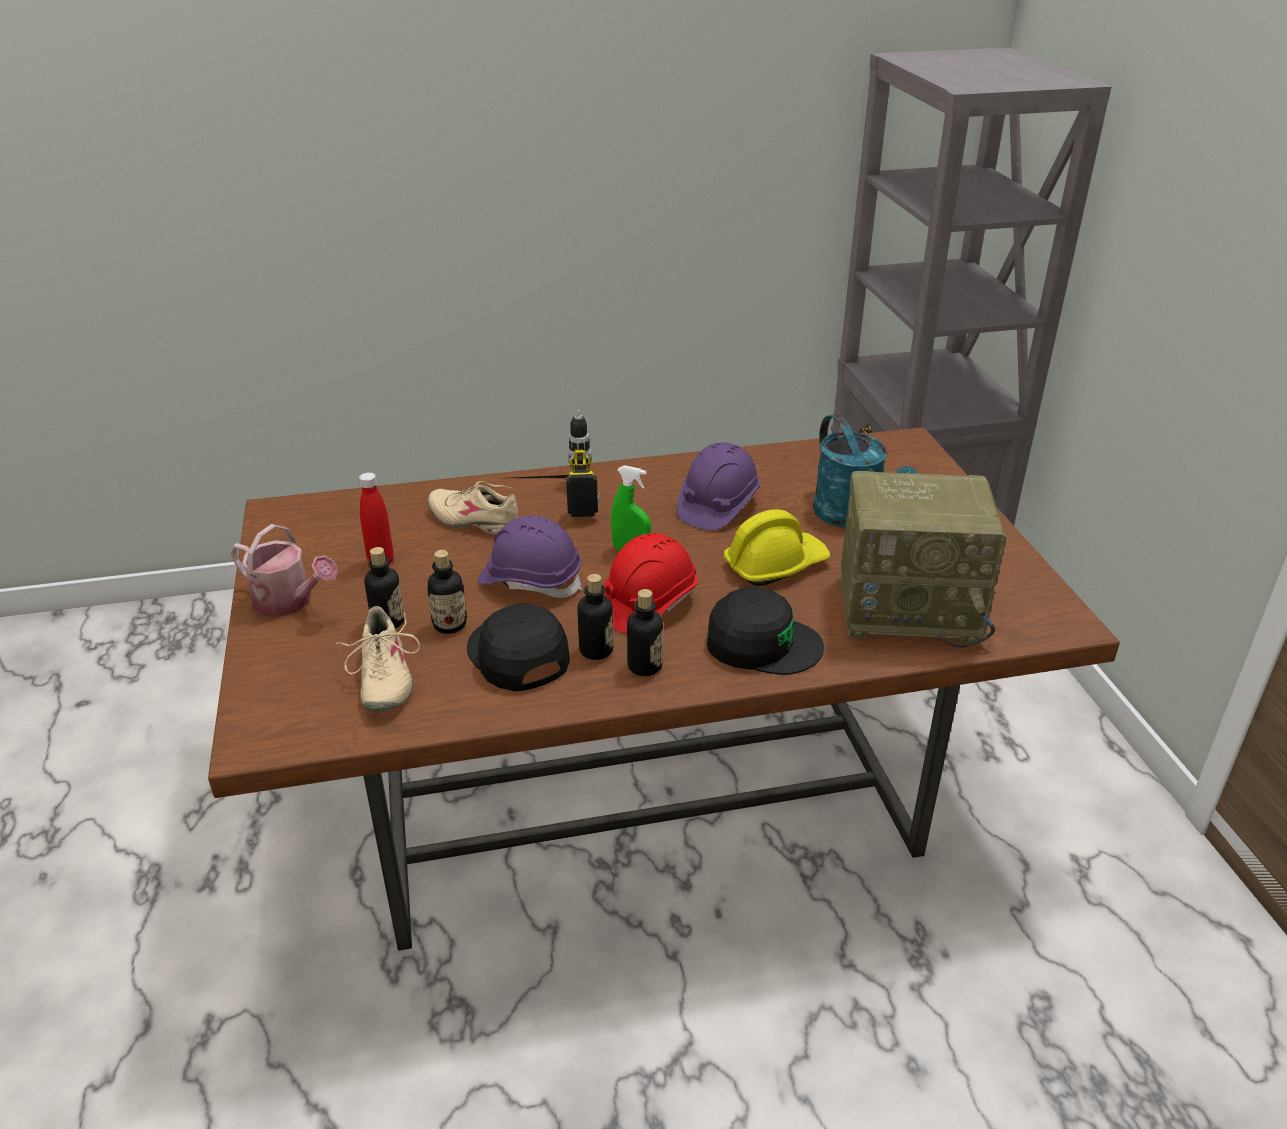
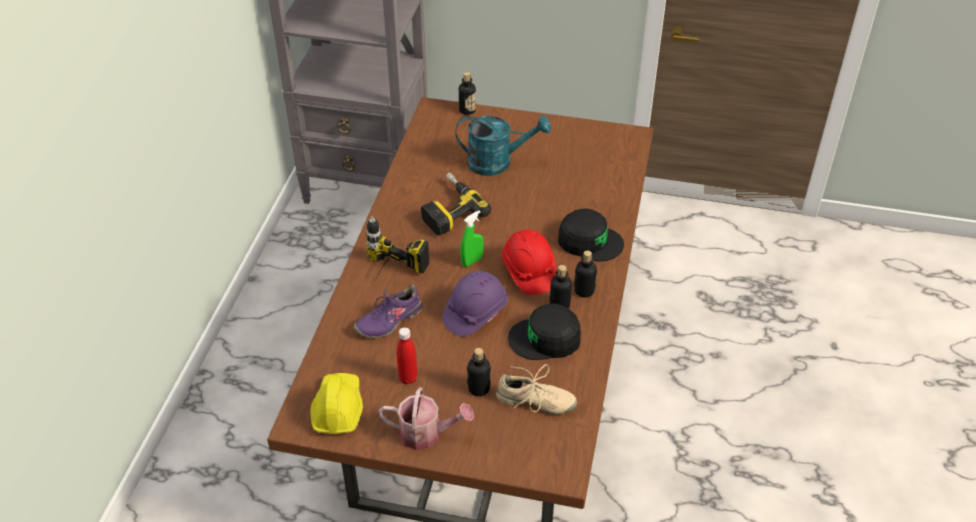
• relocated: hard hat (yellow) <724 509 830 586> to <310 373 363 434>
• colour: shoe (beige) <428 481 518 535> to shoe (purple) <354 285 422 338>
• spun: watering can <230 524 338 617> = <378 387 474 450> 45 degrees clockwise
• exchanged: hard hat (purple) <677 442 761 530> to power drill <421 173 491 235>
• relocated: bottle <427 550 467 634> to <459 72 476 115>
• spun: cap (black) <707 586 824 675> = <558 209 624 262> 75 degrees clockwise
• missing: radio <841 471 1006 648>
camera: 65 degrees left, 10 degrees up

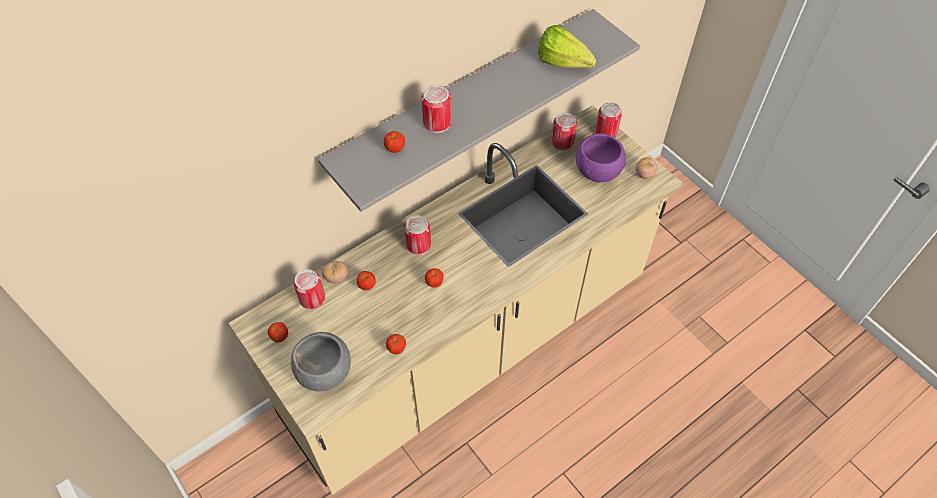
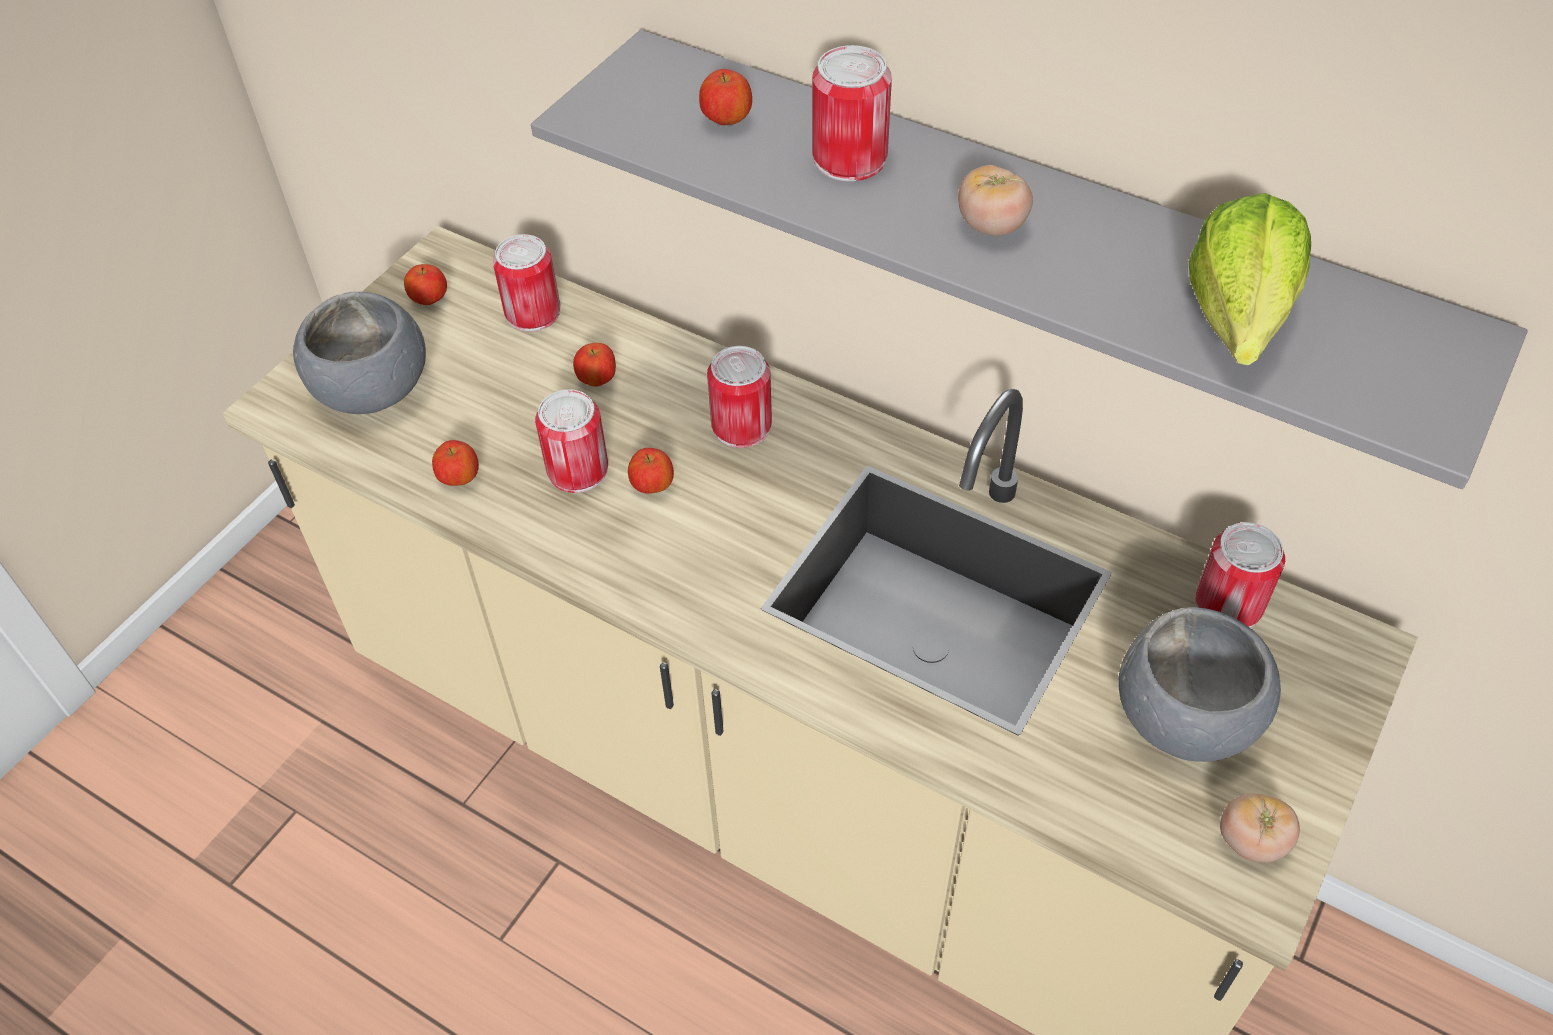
• relocated: can <595 102 622 138> to <535 389 608 493>
• relocated: tomato <322 261 348 284> to <958 165 1033 236>
• colour: bowl (purple) <576 133 626 182> to bowl (grey) <1118 607 1281 762>
camera: 70 degrees right, 5 degrees down

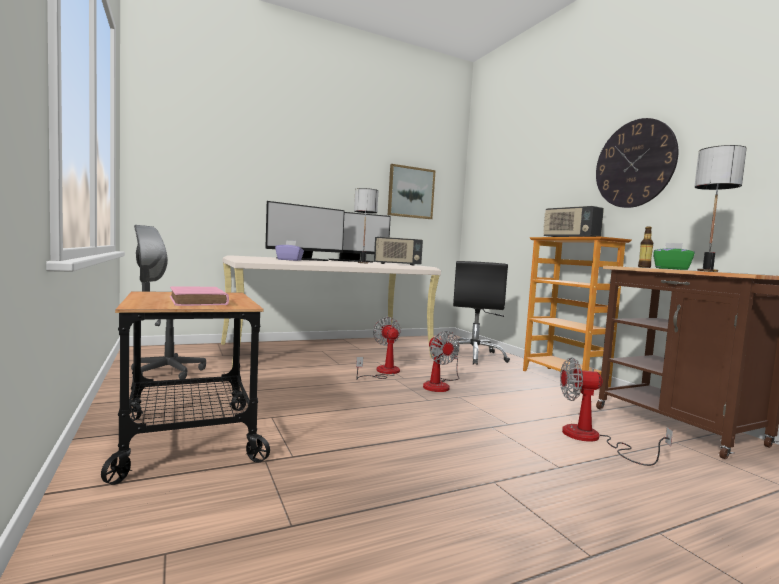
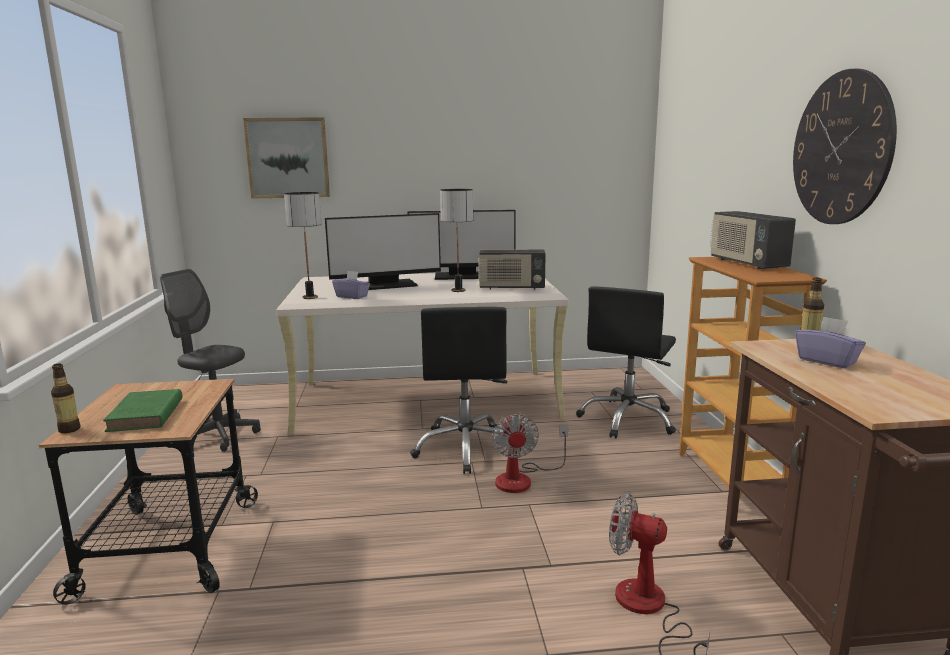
• appeared: bottle <51 364 80 433>
• colour: book (pink) <170 286 229 306> to book (green) <103 389 183 432>
• relocated: picture <388 164 436 219> to <243 117 330 199>
• relocated: table lamp <694 145 747 272> to <284 192 321 299>
• exchanged: fan <356 317 401 380> to office chair (black) <410 307 521 474>
• colour: tissue box (green) <653 243 695 270> to tissue box (purple) <795 316 866 368>
camera: 20 degrees right, 10 degrees up

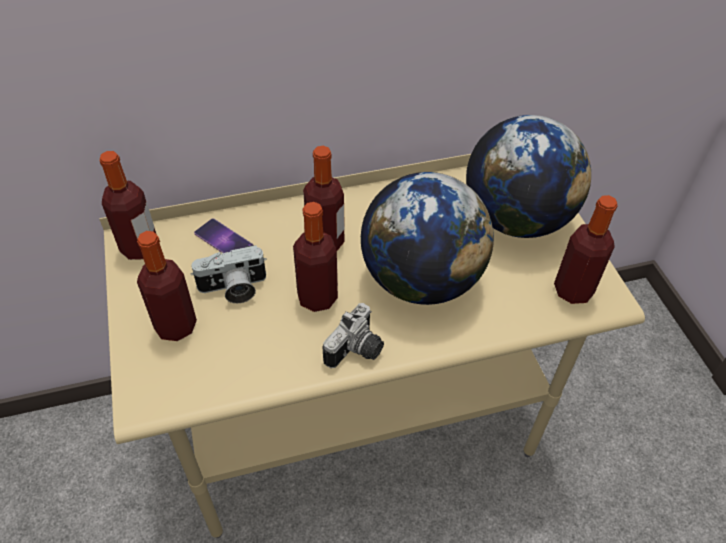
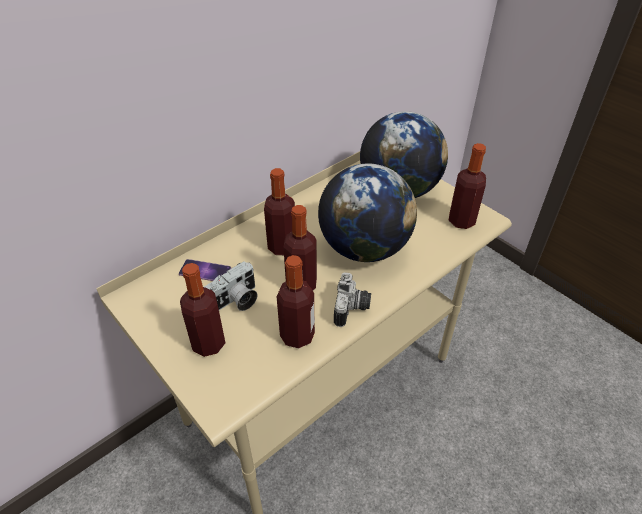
• relocated: bottle <99 151 156 260> to <276 255 315 349>
camera: 25 degrees left, 5 degrees down

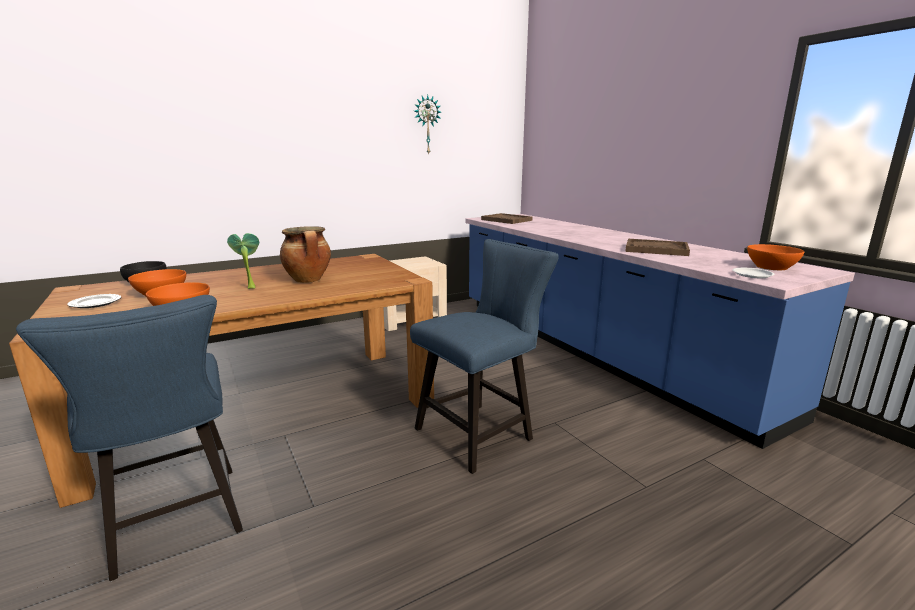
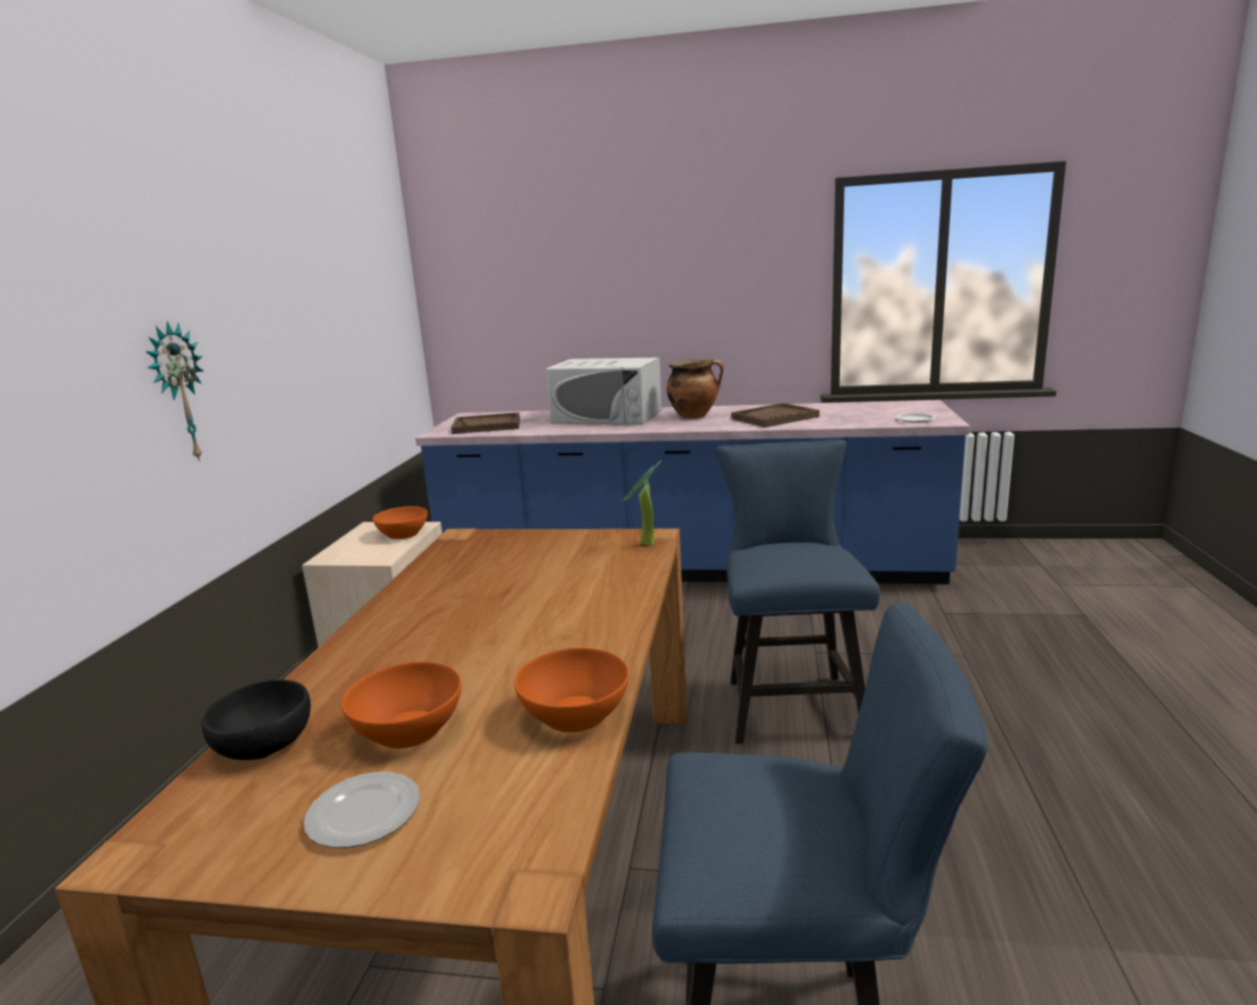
• relocated: wall clock <414 95 441 155> to <145 321 204 462>
• relocated: bowl (orange) <747 244 804 270> to <373 506 428 539>
• appeared: microwave (white) <546 358 662 425>
• relocated: potted plant <227 233 259 289> to <623 460 662 546>
• relocated: cooking pot <280 226 331 283> to <667 359 724 419>
camera: 50 degrees left, 0 degrees up

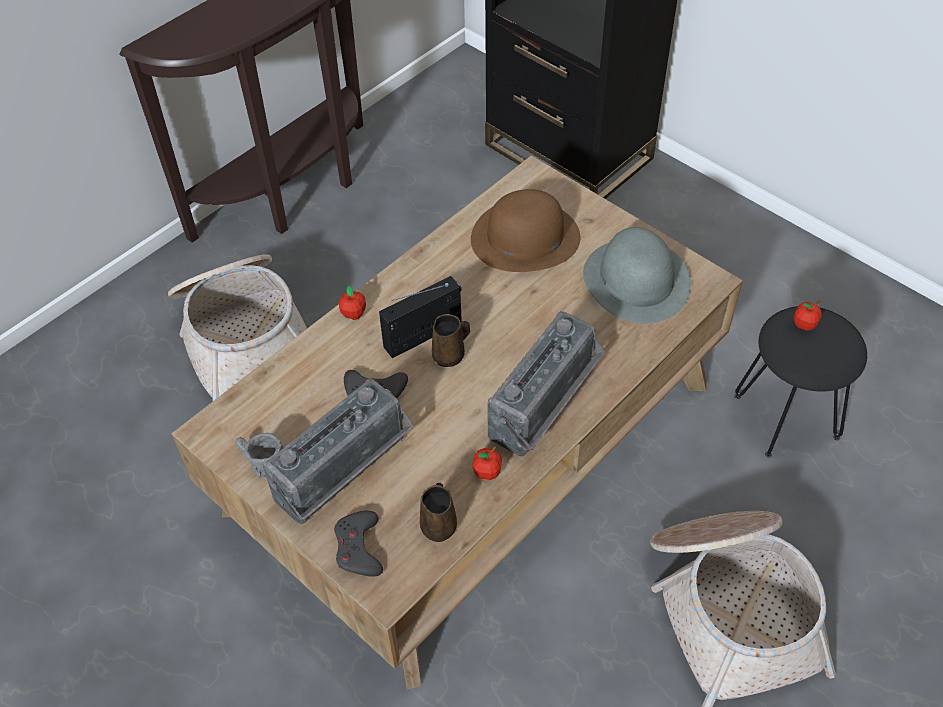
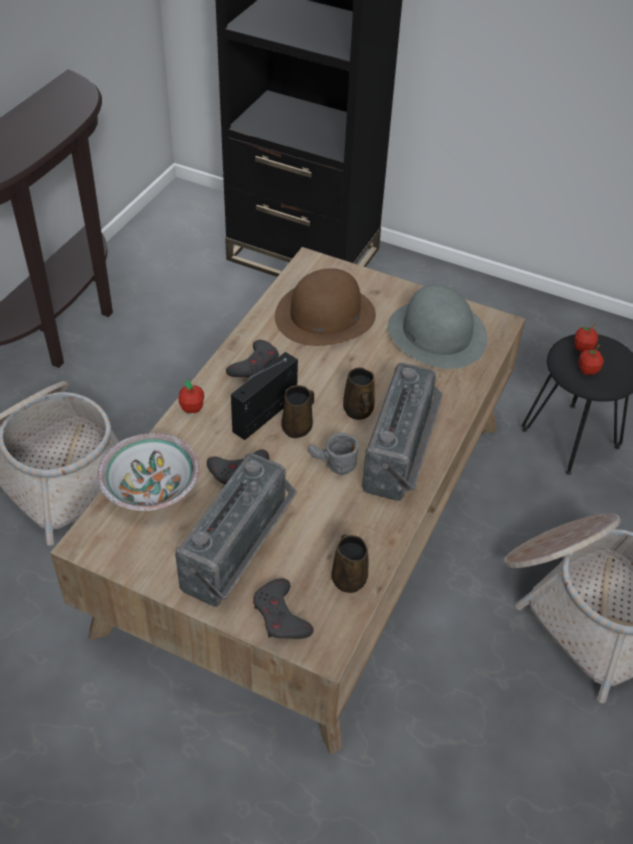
• appeared: bowl <98 433 199 511>
• appeared: game controller (grey) <226 340 279 378>
• relocated: mug (grey) <235 433 284 478> to <308 433 359 475>
• appeared: mug (brown) <343 367 375 420>
• relocated: apple <473 447 502 480> to <579 344 604 375>
camera: 20 degrees left, 5 degrees down

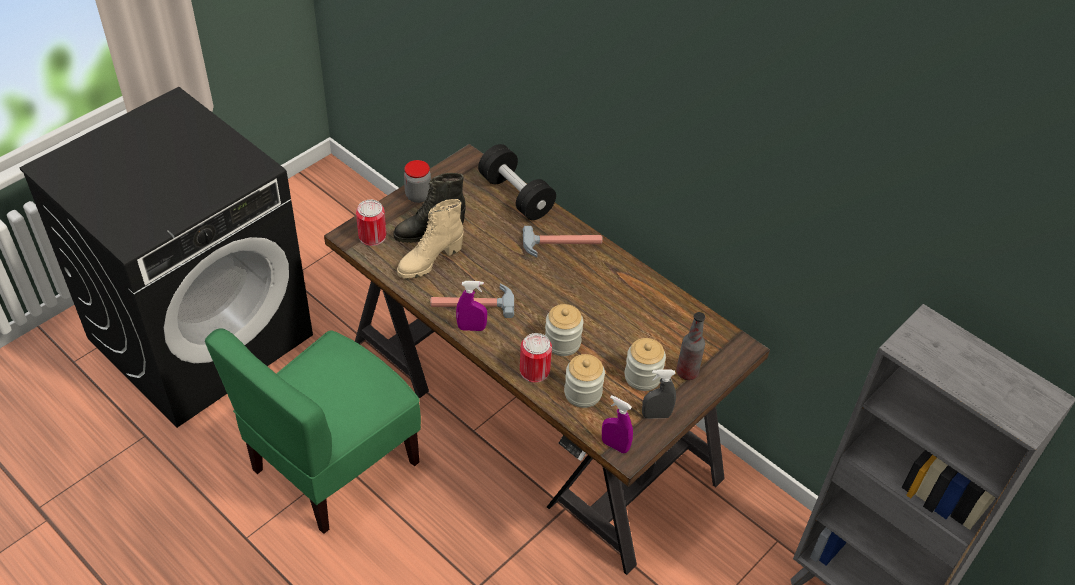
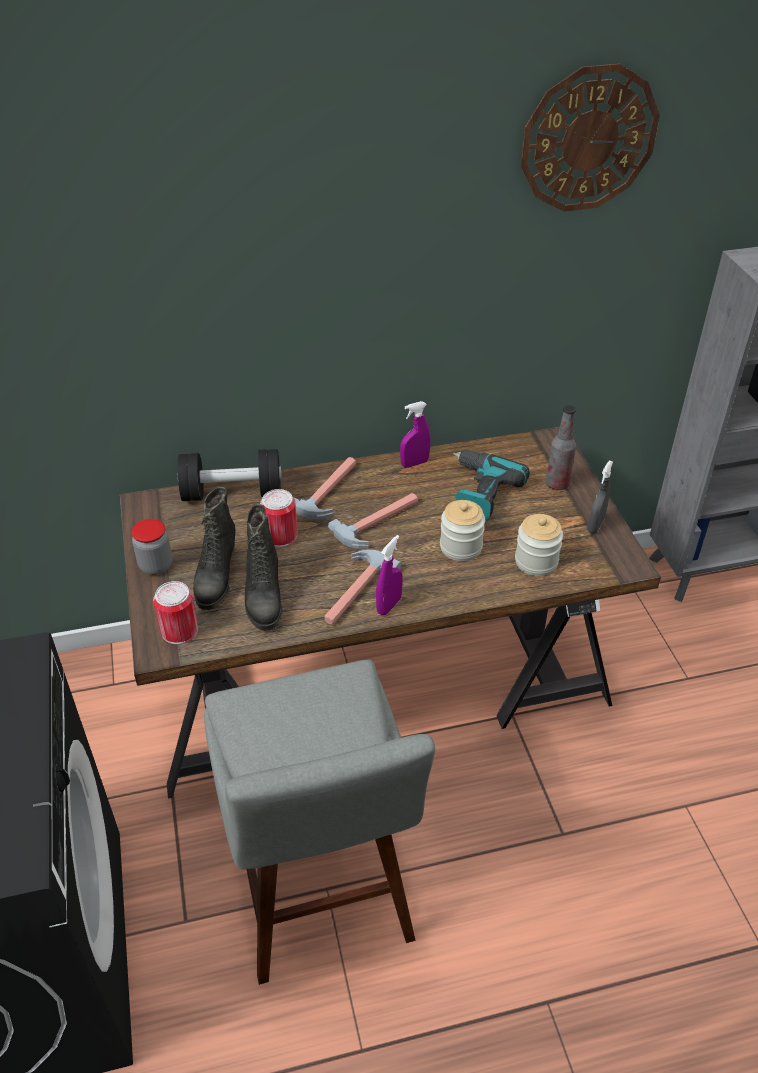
• exchanged: chair (green) <205 329 421 534> to stool (grey) <204 660 435 985>
• colour: boot (beige) <397 199 464 279> to boot (black) <245 504 282 630>
• relocated: can <520 333 552 383> to <260 489 298 547>
• appeared: hammer <328 493 418 549>
• relocated: spray bottle (purple) <602 395 633 453> to <400 401 431 468>
• appeared: power drill <453 449 530 521>
• appeared: wall clock <521 64 660 212>
• missing: jar <625 338 666 391>
camera: 55 degrees left, 5 degrees down

